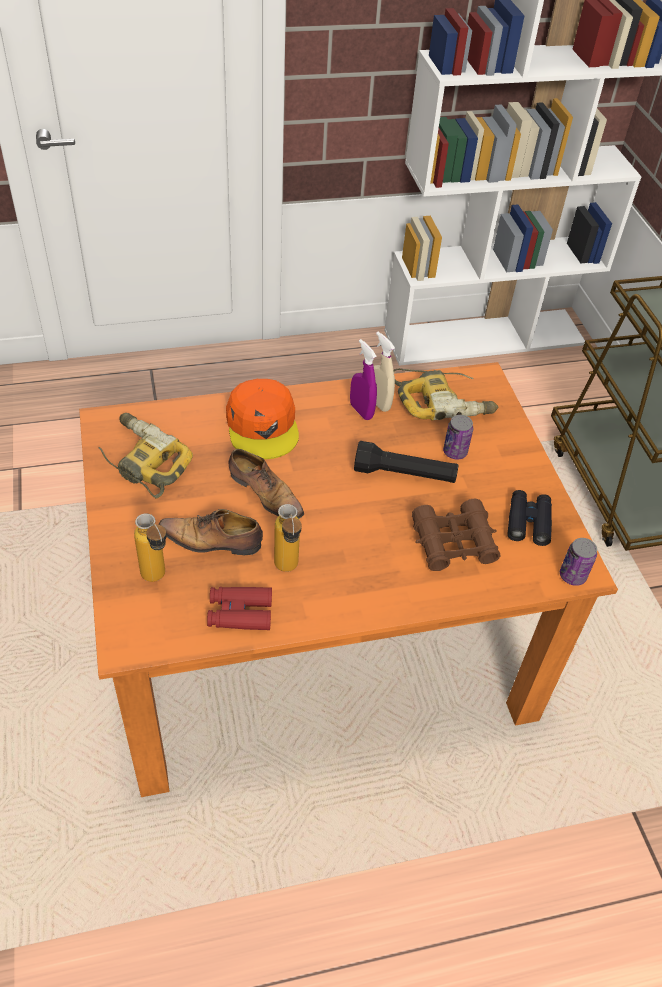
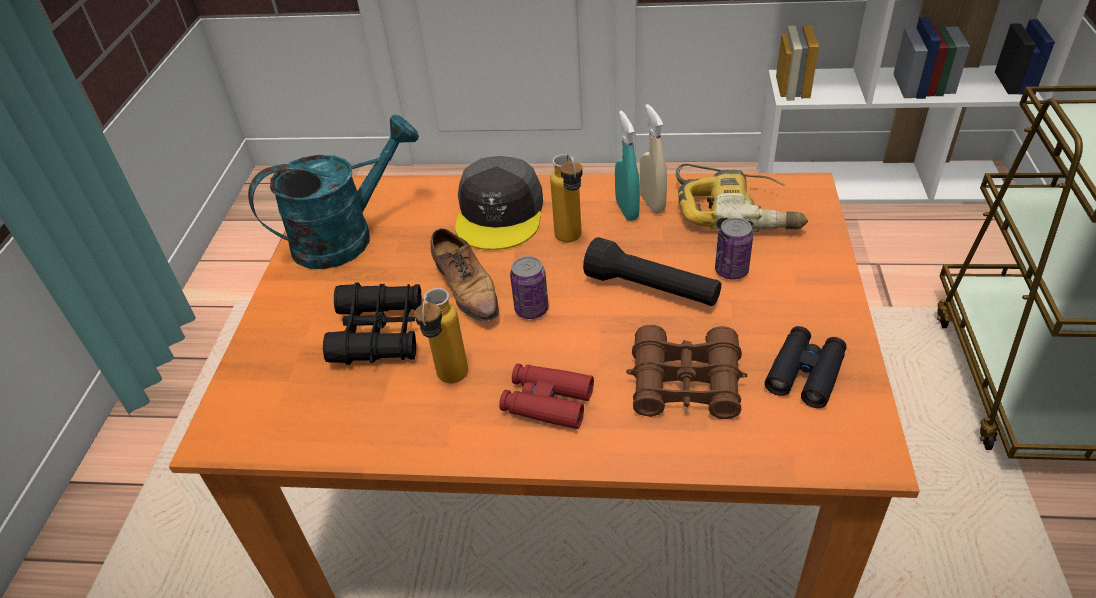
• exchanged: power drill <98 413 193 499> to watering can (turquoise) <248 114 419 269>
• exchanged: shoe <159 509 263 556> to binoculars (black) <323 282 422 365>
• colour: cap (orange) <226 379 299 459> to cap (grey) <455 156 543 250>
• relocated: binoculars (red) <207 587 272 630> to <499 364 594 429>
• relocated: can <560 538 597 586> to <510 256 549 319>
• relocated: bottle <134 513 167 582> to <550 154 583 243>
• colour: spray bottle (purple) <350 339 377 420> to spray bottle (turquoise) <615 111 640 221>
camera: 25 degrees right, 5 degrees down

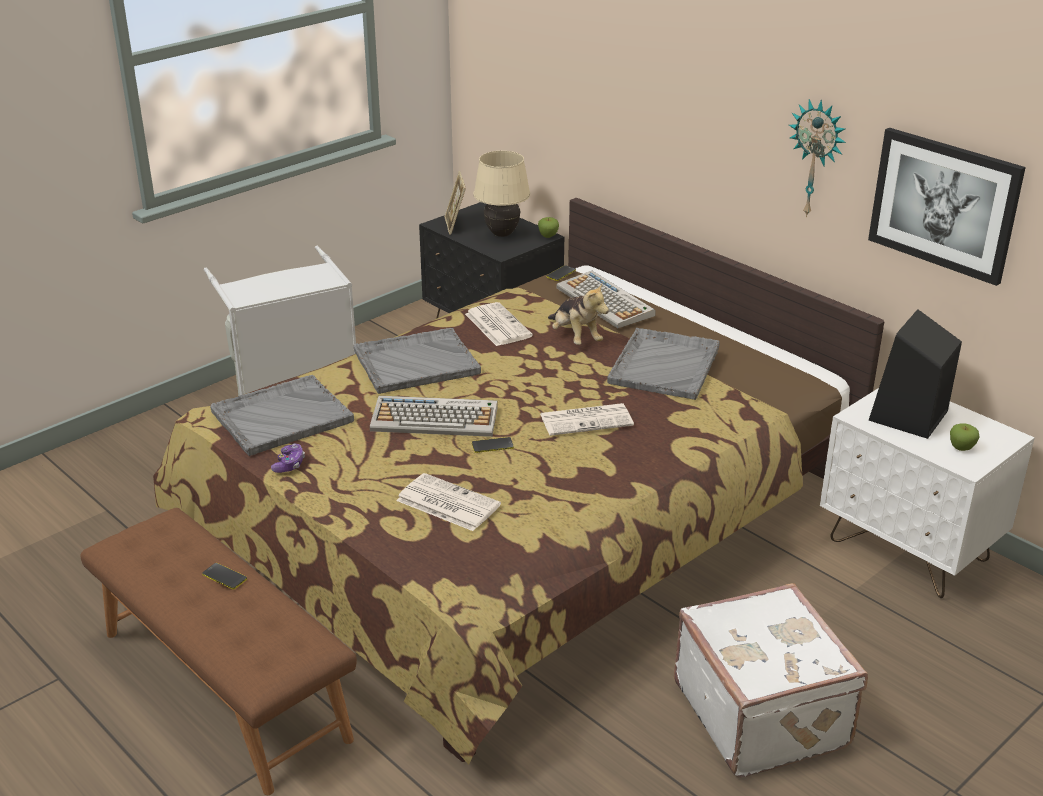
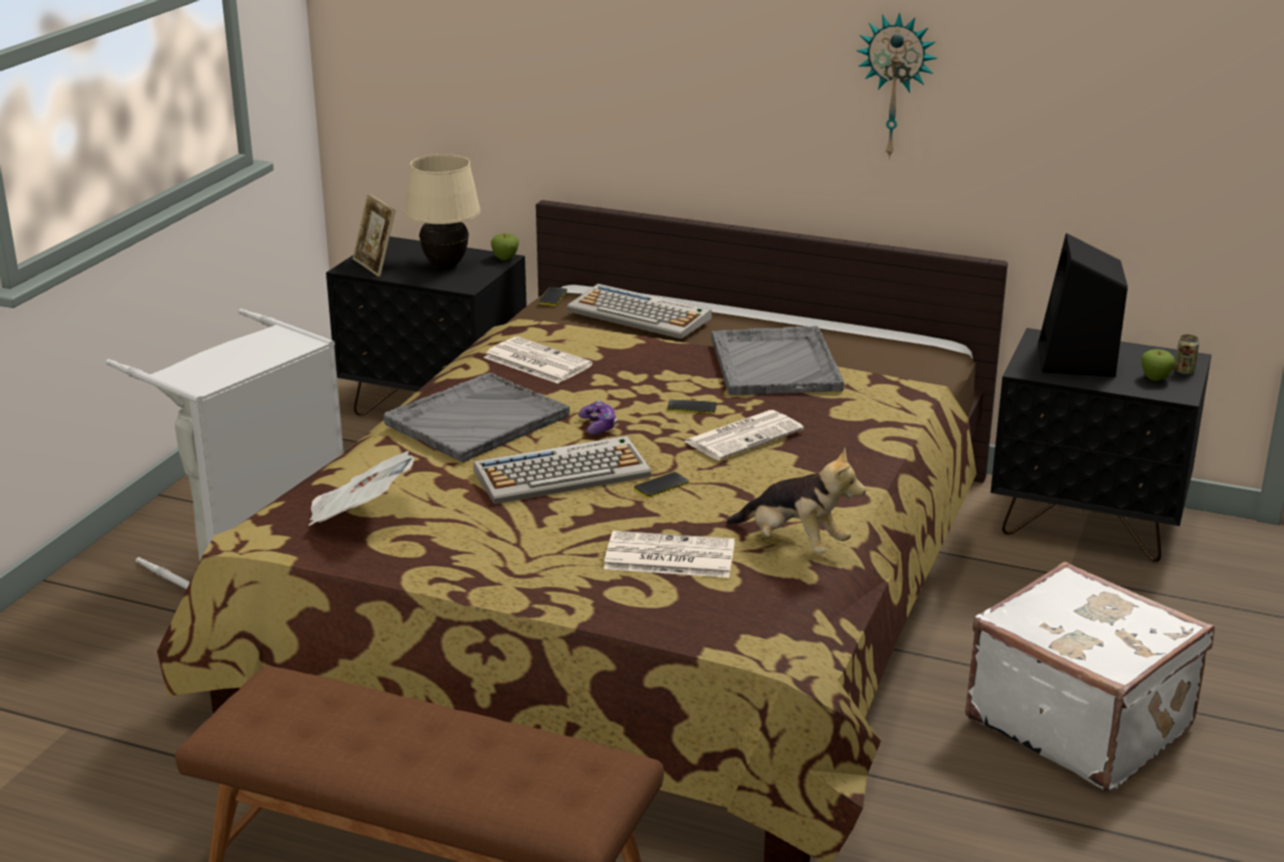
• exchanged: tray (grey) <210 375 354 456> to newspaper <309 451 414 526>
• relocated: game controller <271 443 305 473> to <578 400 617 435>
• relocated: phone <202 563 247 590> to <667 399 717 414>
• relocated: plush toy <548 284 609 345> to <726 448 866 553>
• colour: nightstand (white) <820 388 1035 598> to nightstand (black) <991 328 1211 562>
• appeared: can <1175 334 1199 375>
• missing: picture <868 128 1026 286>
camera: 25 degrees left, 5 degrees down

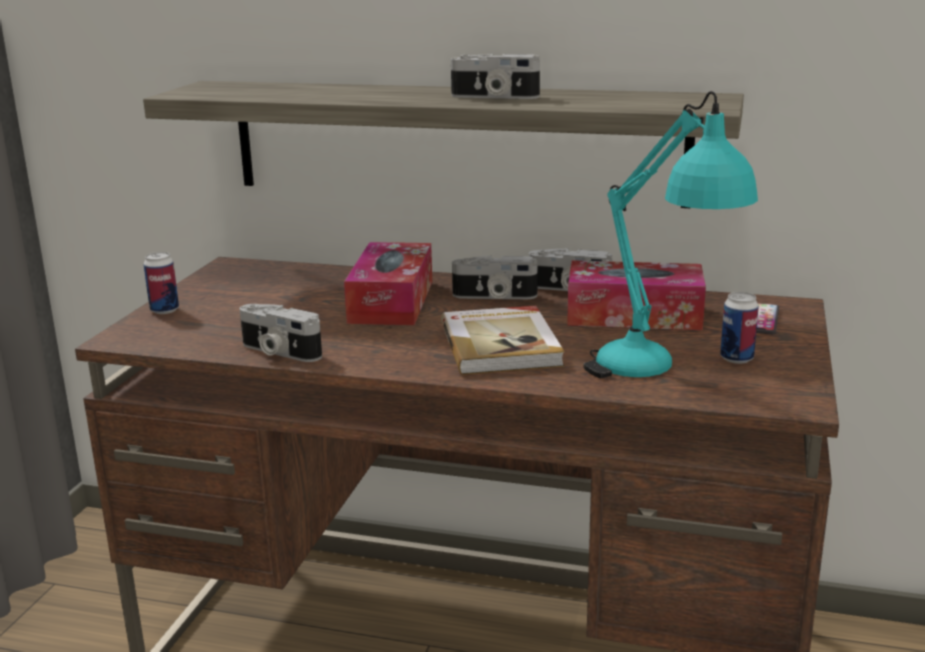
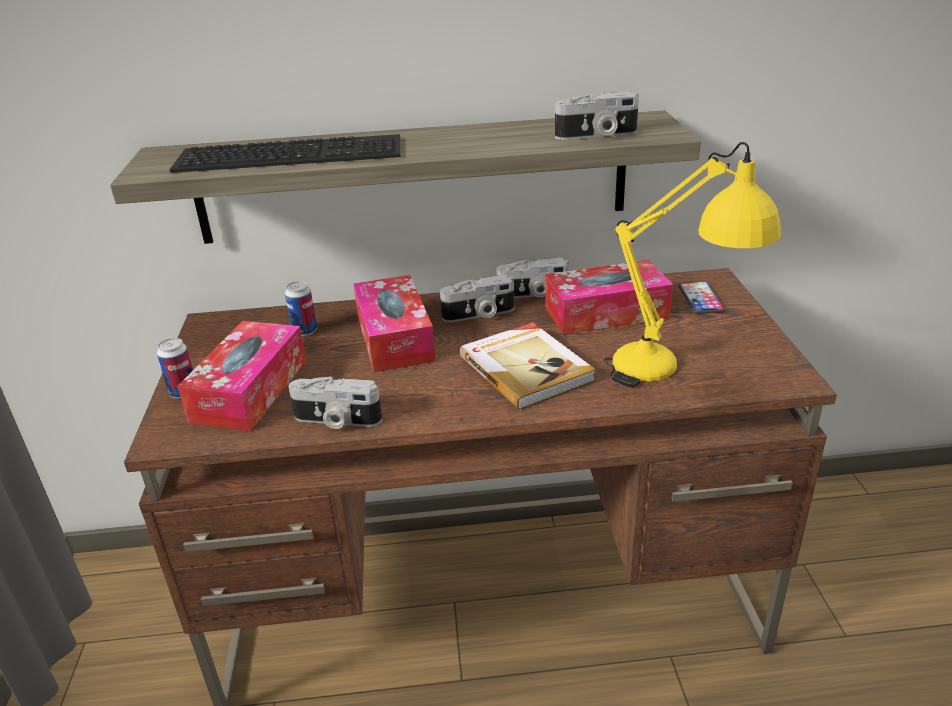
• appeared: keyboard <169 134 400 173>
• appeared: tissue box <177 321 306 431>
• relocated: can <720 292 759 364> to <285 281 317 336>
• relocated: photo camera <451 54 540 99> to <555 92 639 140>
• colour: table lamp (turquoise) <584 91 758 378> to table lamp (yellow) <603 142 781 388>
camera: 20 degrees left, 10 degrees up

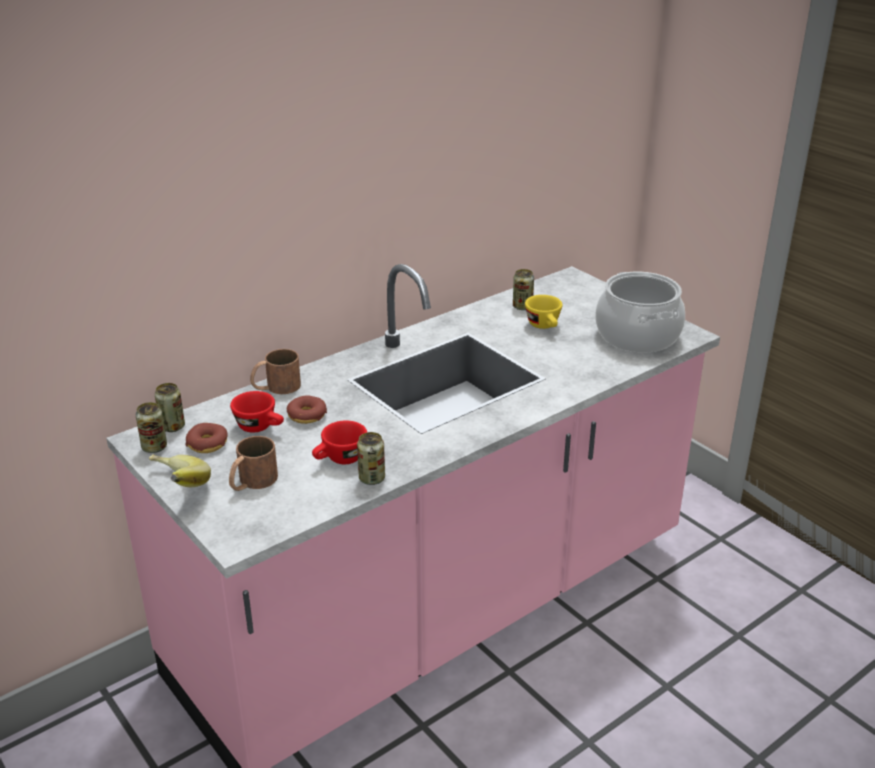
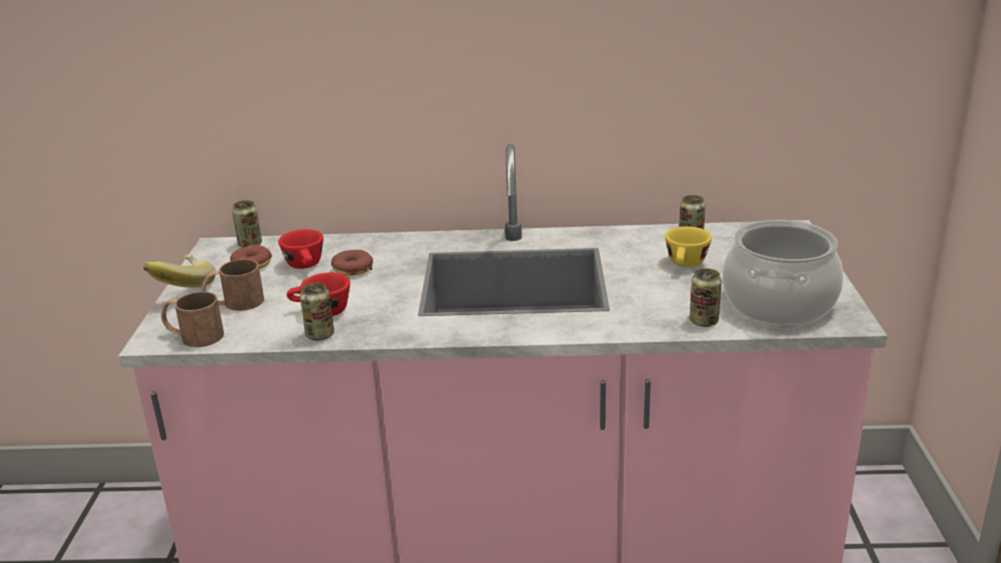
• relocated: mug (brown) <250 349 301 394> to <161 292 224 347>
• relocated: can <136 402 167 453> to <690 268 722 327>
camera: 40 degrees right, 5 degrees down

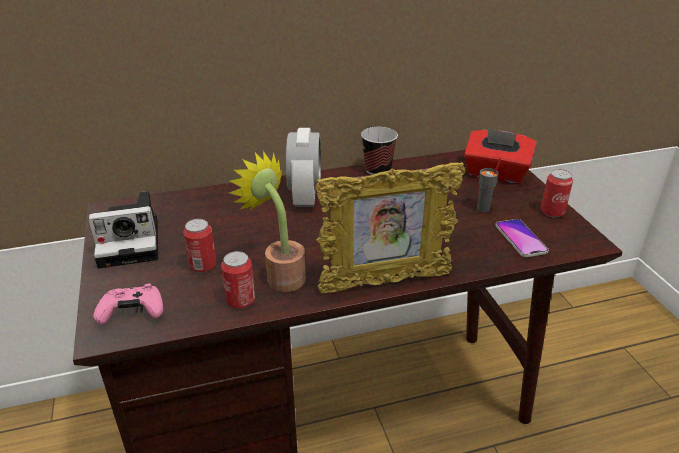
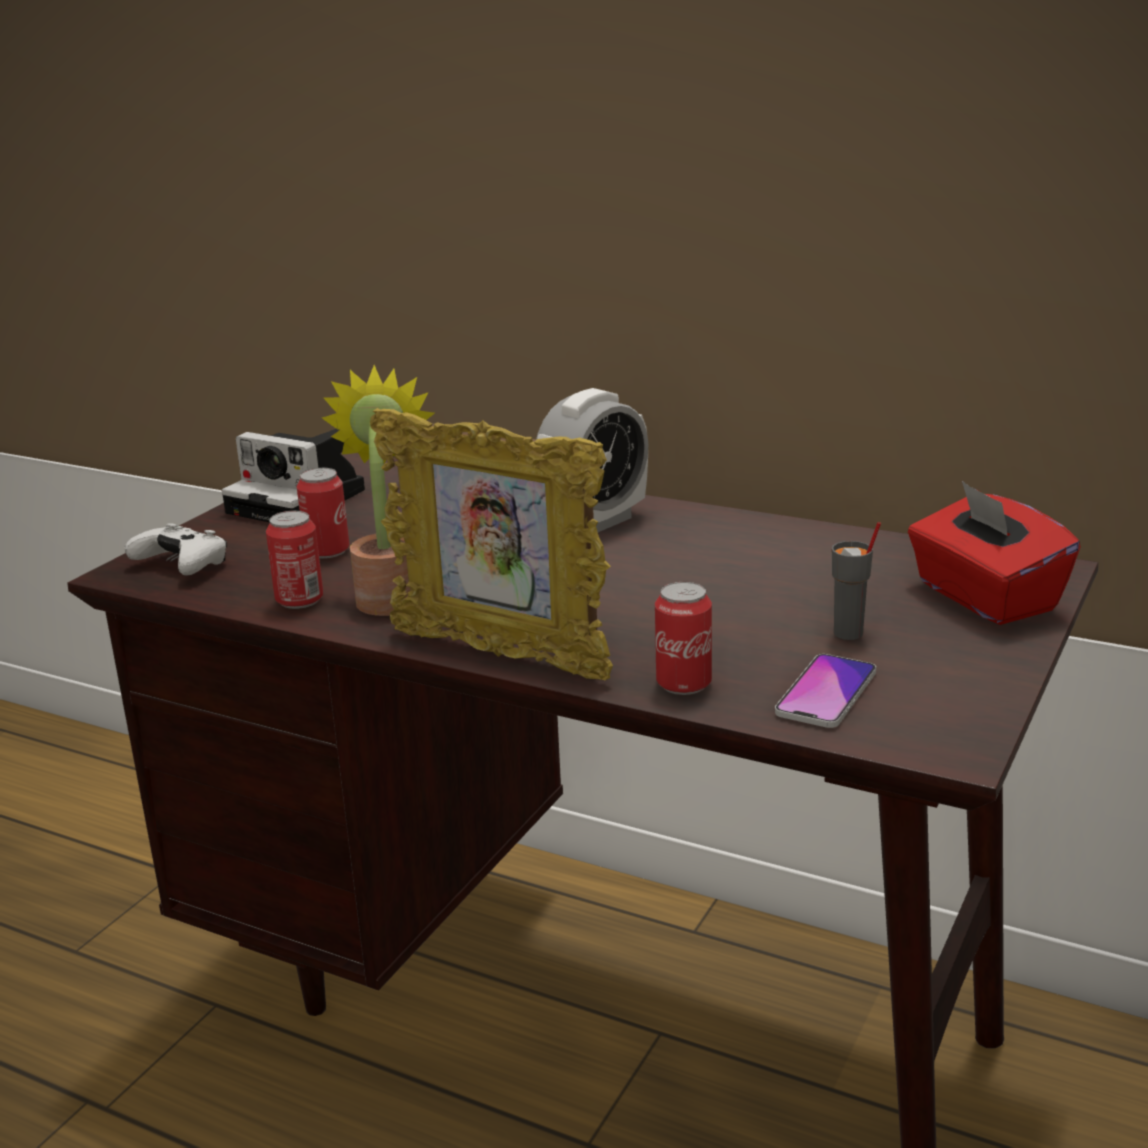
• colour: game controller (pink) <93 283 163 325> to game controller (white) <125 524 227 576>
• relocated: can <541 169 573 218> to <655 582 712 695>
• missing: cup <361 127 398 175>
camera: 45 degrees right, 10 degrees down

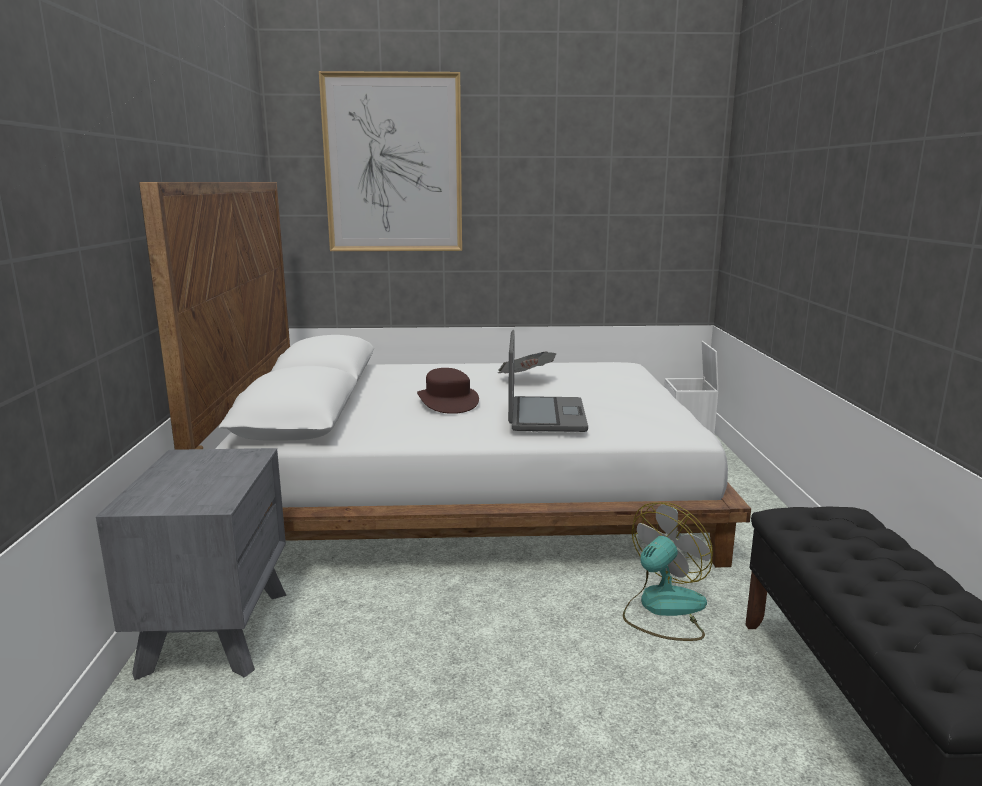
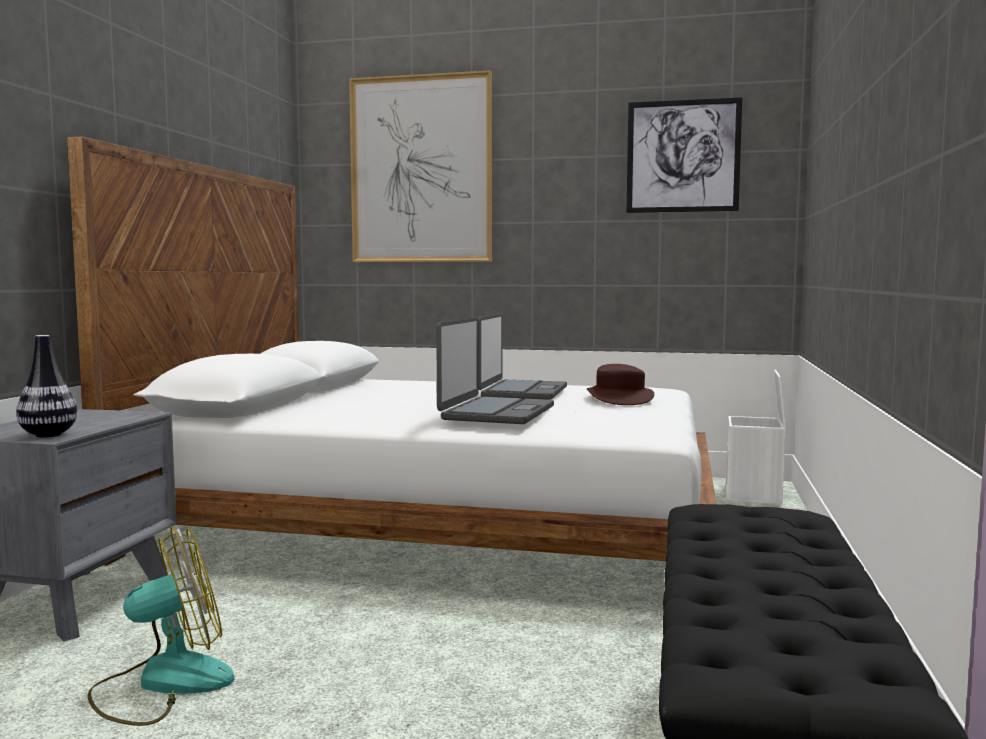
• appeared: vase <16 335 78 437>
• relocated: fan <623 502 713 641> to <88 526 235 726>
• exchanged: newspaper <498 352 556 373> to laptop <478 313 567 400>
• relocated: hat (brown) <417 368 479 414> to <587 364 654 405>
• appeared: picture <626 97 742 213>
camera: 15 degrees right, 10 degrees down

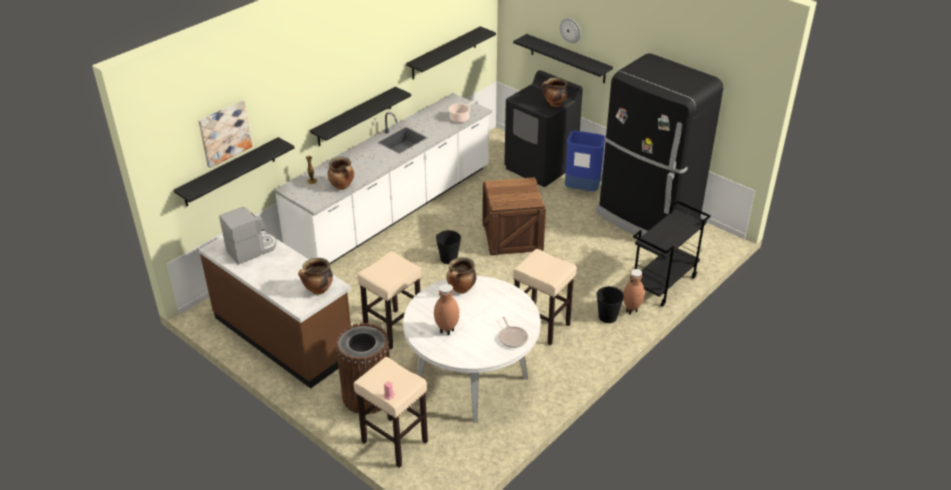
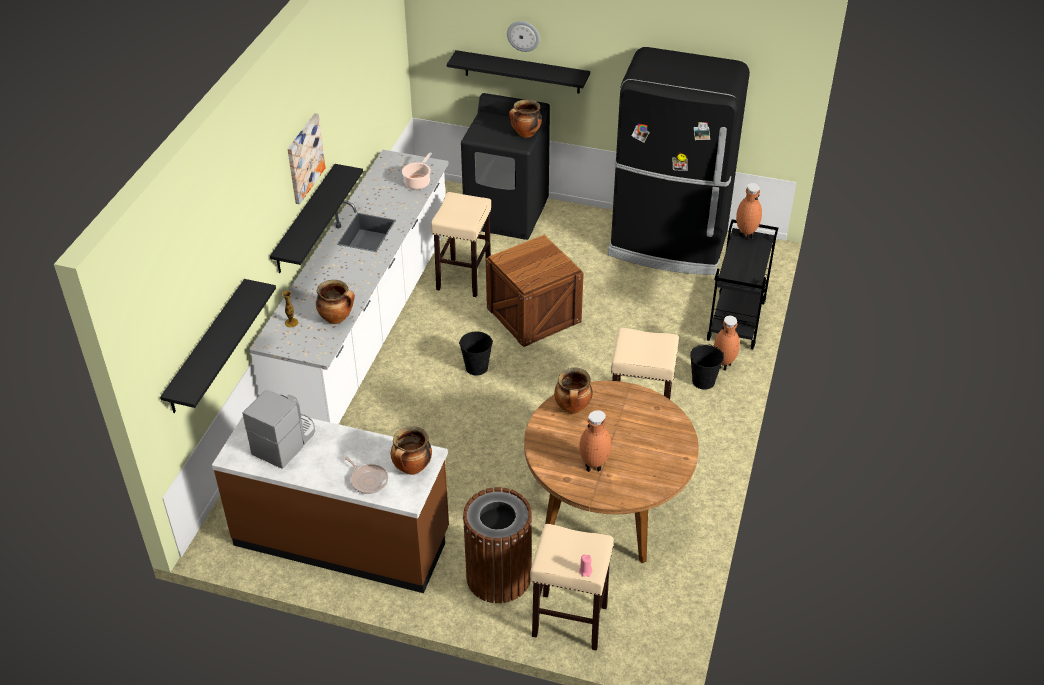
• relocated: picture <199 100 252 168> to <287 113 326 204>
• relocated: frying pan <499 317 528 348> to <345 456 388 494>
• relocated: stool (beige) <357 251 421 350> to <431 192 491 297>
• colour: dining table (white) <403 276 541 423> to dining table (brown) <524 381 699 563>
• appeared: vase (brown) <736 183 762 240>
• missing: shelf (black) <406 26 496 79>
• missing: trash can (blue) <565 131 605 191>
camera: 25 degrees left, 5 degrees up

